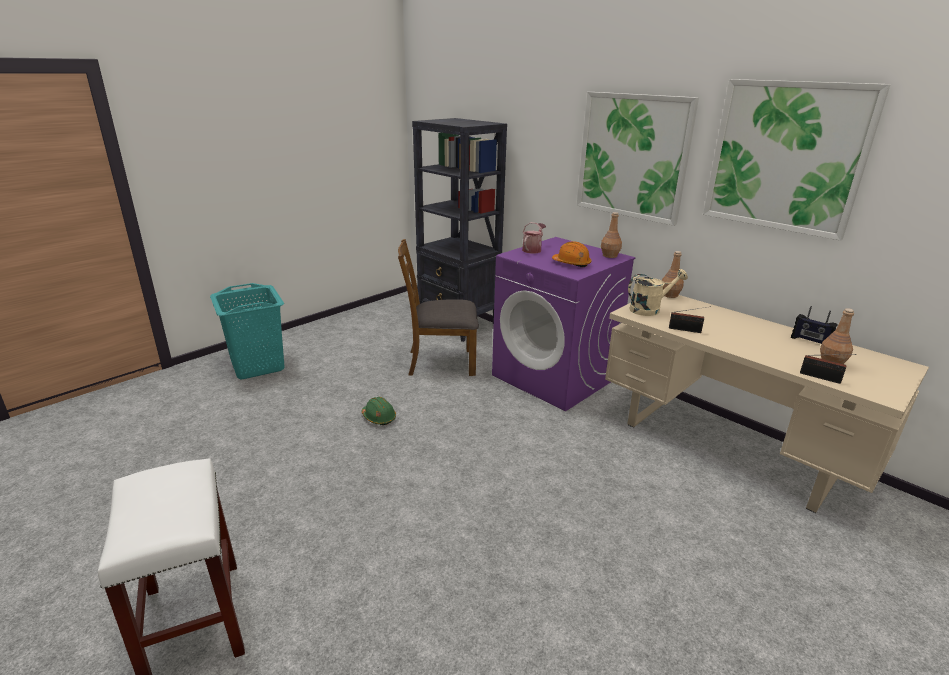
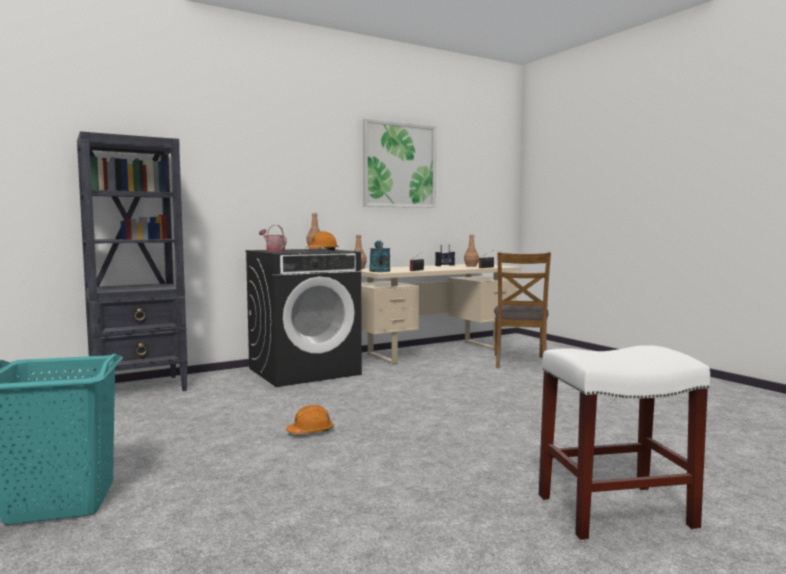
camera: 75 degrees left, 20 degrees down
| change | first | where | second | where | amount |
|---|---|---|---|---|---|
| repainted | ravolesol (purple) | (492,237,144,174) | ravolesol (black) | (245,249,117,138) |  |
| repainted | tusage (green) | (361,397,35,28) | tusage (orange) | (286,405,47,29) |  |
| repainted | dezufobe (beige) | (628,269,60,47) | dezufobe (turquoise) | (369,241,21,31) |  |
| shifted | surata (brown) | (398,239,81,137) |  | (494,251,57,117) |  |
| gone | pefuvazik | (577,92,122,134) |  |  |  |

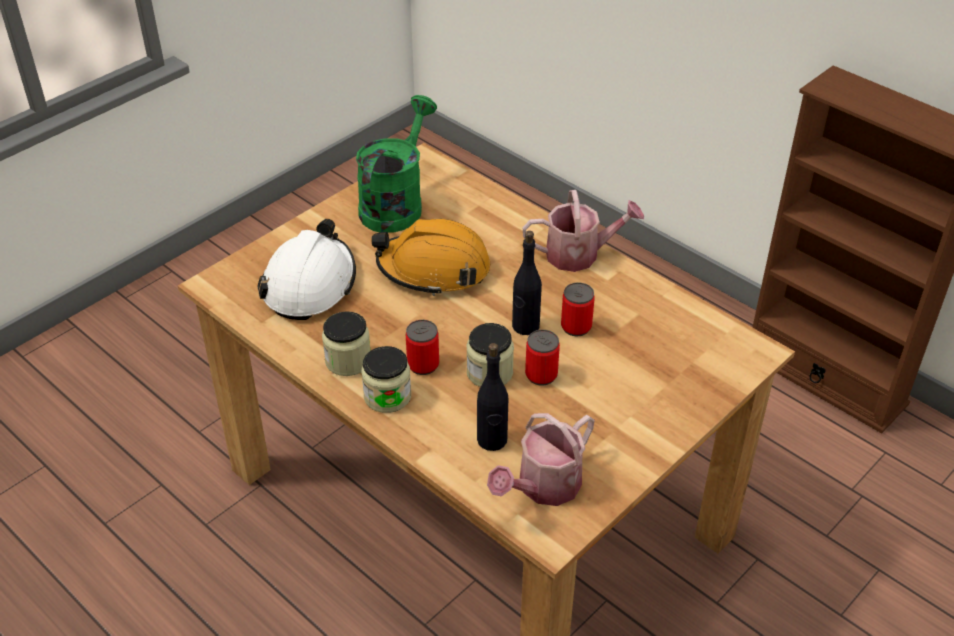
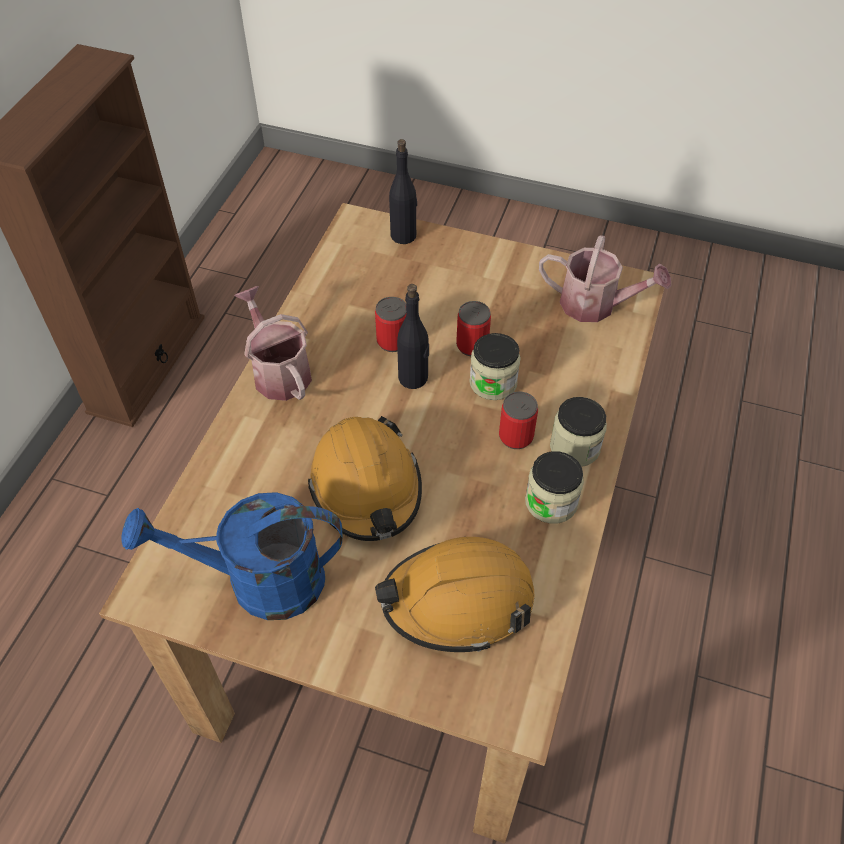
camera: 115 degrees left, 10 degrees up
| change | first | where | second | where | amount |
|---|---|---|---|---|---|
| repainted | dezufobe (green) | (356,95,81,138) | dezufobe (blue) | (121,492,222,128) |  |
| repainted | tusage (white) | (257,219,99,101) | tusage (orange) | (375,537,159,115) |  |
| shifted | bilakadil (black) | (477,343,31,108) |  | (389,139,28,105) |  |

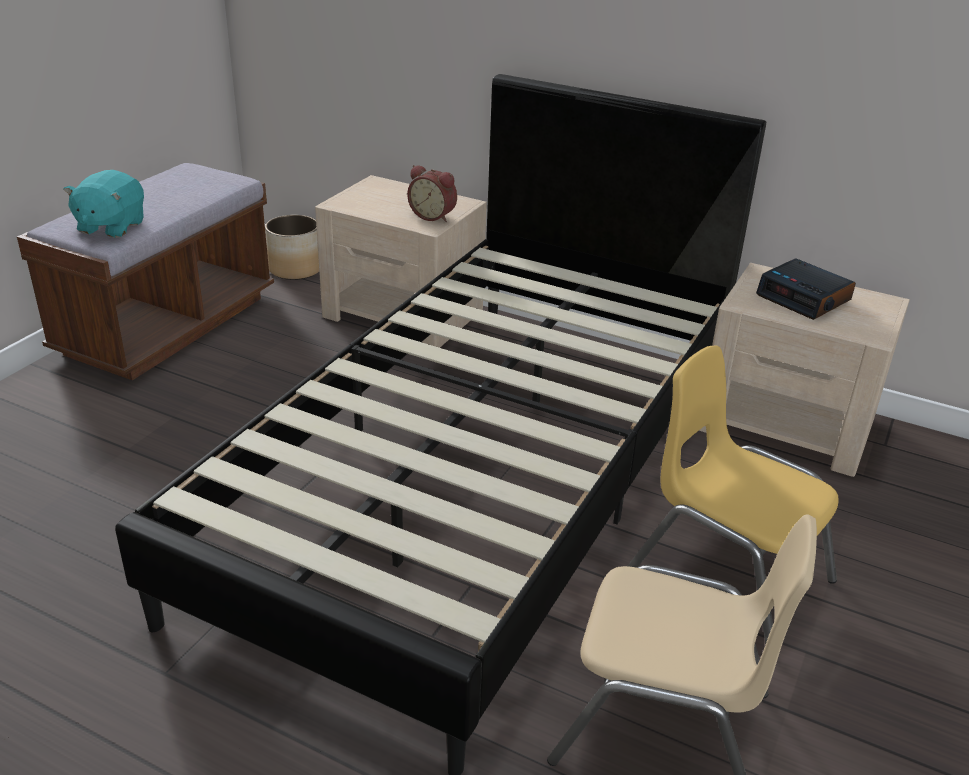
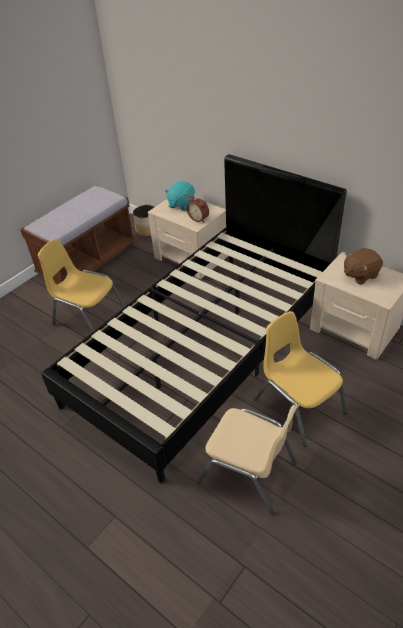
camera: 15 degrees right, 10 degrees up
| change | first | where | second | where | amount |
|---|---|---|---|---|---|
| new |  |  | surata (yellow) | (38,239,88,94) |  |
| shifted | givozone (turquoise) | (63,170,81,68) |  | (165,181,30,30) |  |
| swapped | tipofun | (756,259,100,61) | givozone (brown) | (344,248,39,37) |  |

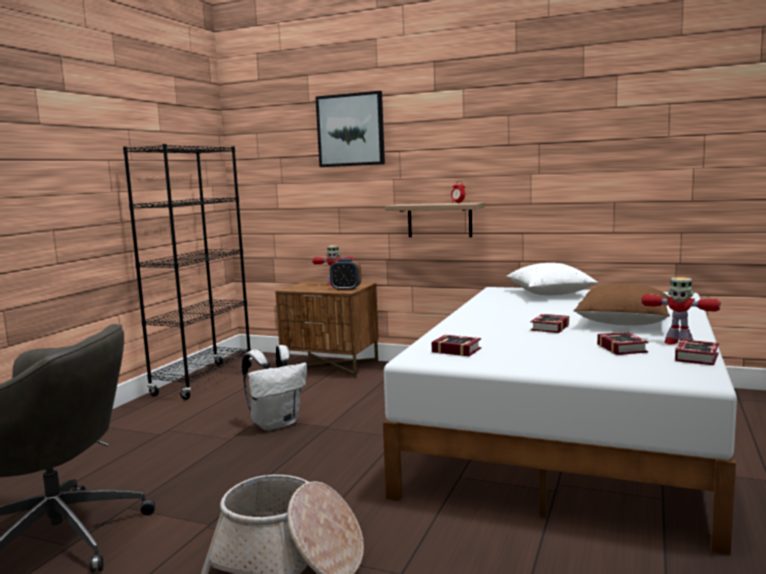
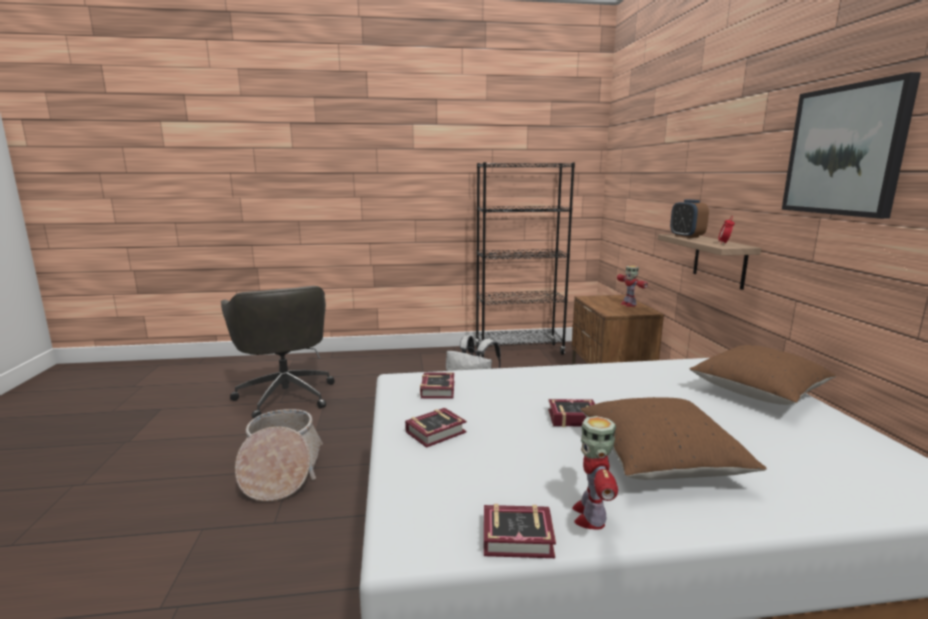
camera: 60 degrees right, 5 degrees up
| change | first | where | second | where | amount |
|---|---|---|---|---|---|
| shifted | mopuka | (597,332,52,23) |  | (405,408,62,40) |  |
| shifted | tipofun | (330,259,32,31) |  | (670,200,39,38) |  |
| repainted | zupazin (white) | (506,263,92,32) | zupazin (brown) | (690,345,146,60) |  |
| shifted | pefuvazik | (316,91,69,76) |  | (782,72,139,147) |  |

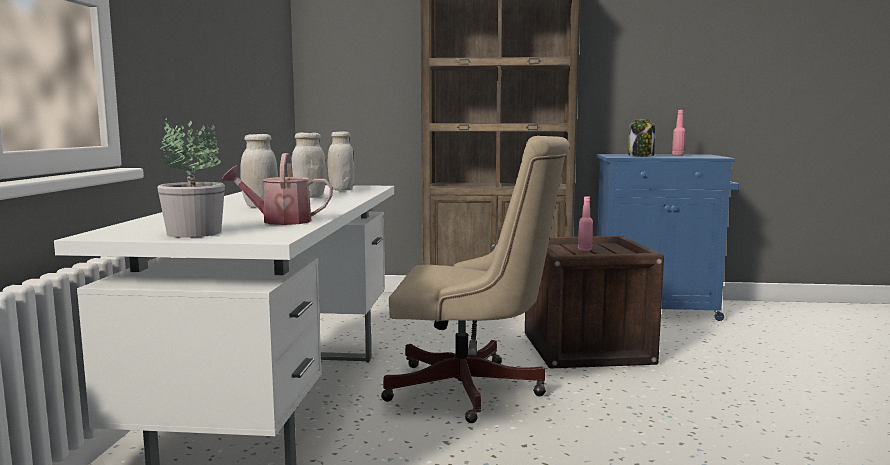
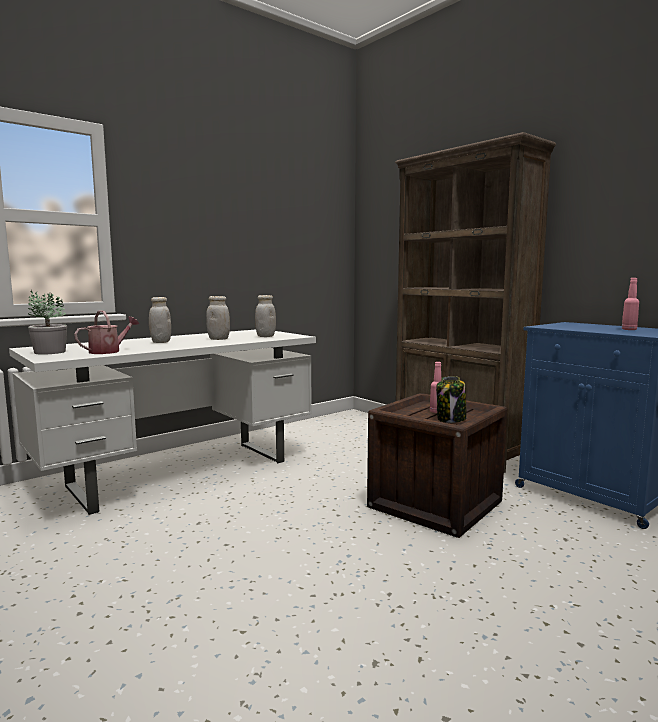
camera: 45 degrees right, 0 degrees up
| change | first | where | second | where | amount |
|---|---|---|---|---|---|
| rotated | dezufobe | (221,153,112,72) |  | (74,310,65,44) | 90 degrees clockwise |
| shifted | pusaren | (628,119,27,38) |  | (436,376,31,47) |  |
| gone | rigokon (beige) | (381,136,189,287) |  |  |  |

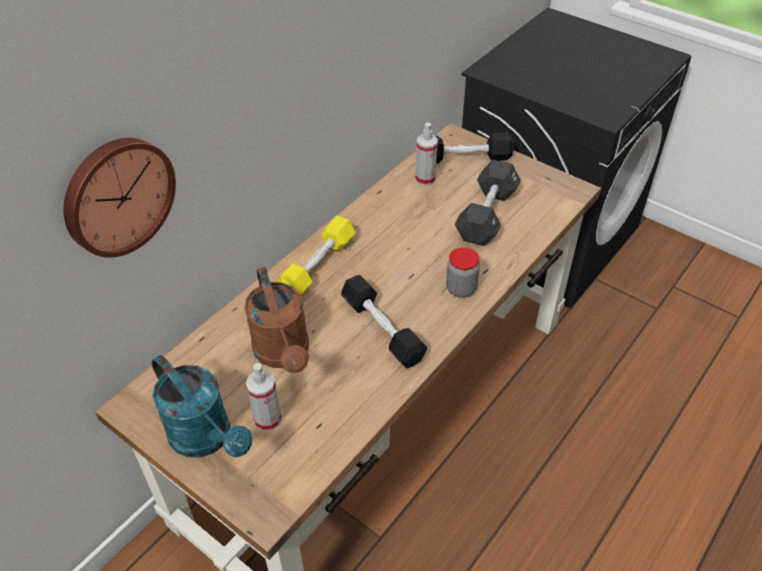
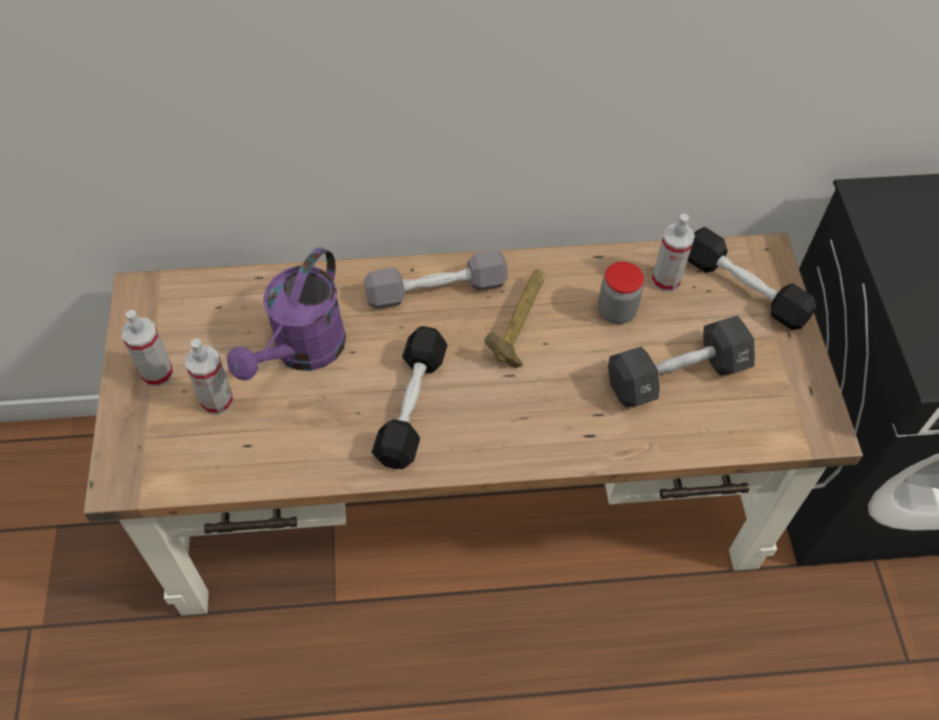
camera: 45 degrees right, 10 degrees up
| change | first | where | second | where | amount |
|---|---|---|---|---|---|
| swapped | dezufobe (turquoise) | (152,355,100,103) | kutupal | (122,310,52,77) |  |
| repainted | dezufobe (brown) | (244,267,65,106) | dezufobe (purple) | (227,247,119,134) |  |
| repainted | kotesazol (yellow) | (277,215,79,81) | kotesazol (grey) | (364,249,144,60) |  |
| new |  |  | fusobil | (484,269,62,99) |  |
| shifted | pusaren | (446,247,34,51) |  | (598,262,46,62) |  |
| gone | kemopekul | (63,138,113,120) |  |  |  |

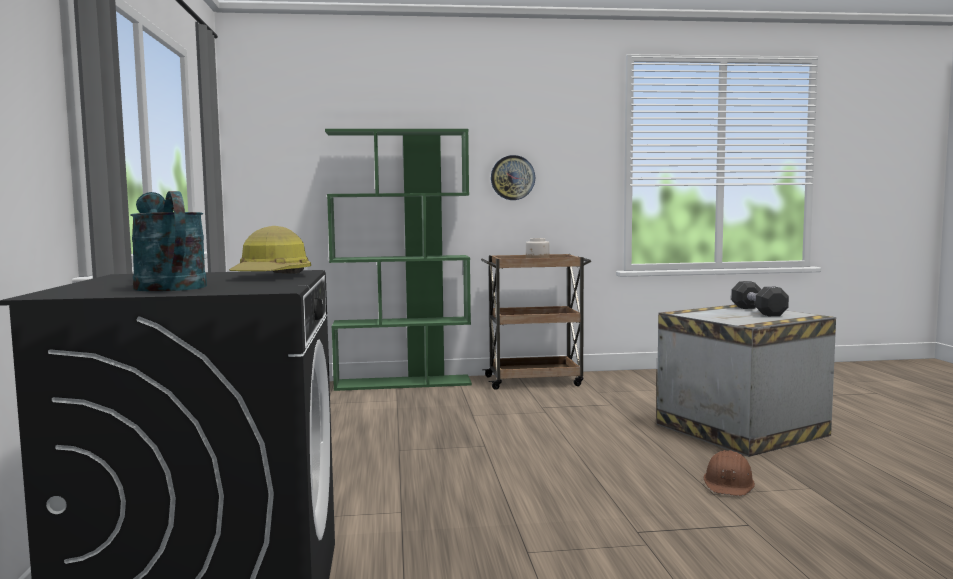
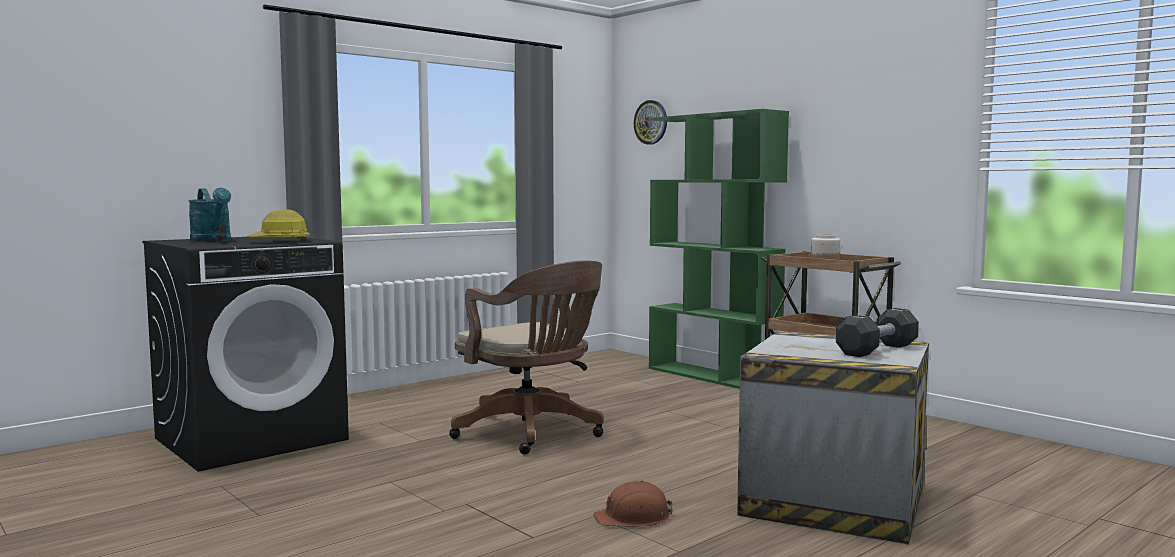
camera: 55 degrees right, 0 degrees up
| change | first | where | second | where | amount |
|---|---|---|---|---|---|
| rotated | dezufobe (turquoise) | (130,191,77,101) |  | (188,188,43,54) | 120 degrees clockwise |
| new |  |  | rigokon (brown) | (449,260,155,194) |  |
| shifted | kemopekul | (491,155,44,45) |  | (634,100,33,45) |  |

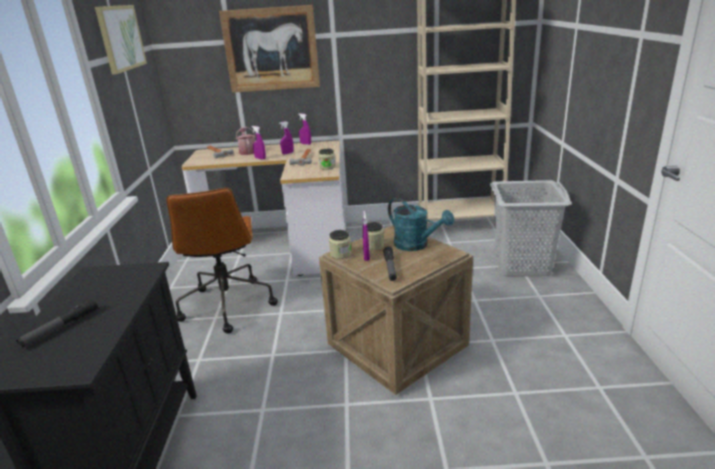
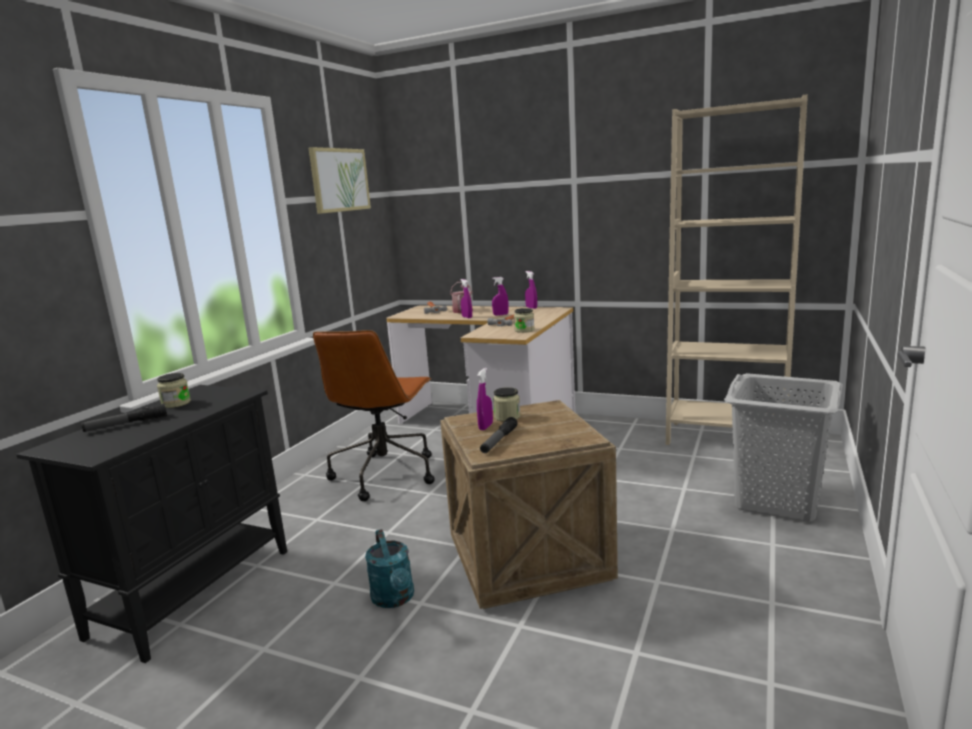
camera: 25 degrees right, 10 degrees down
| change | first | where | second | where | amount |
|---|---|---|---|---|---|
| shifted | pusaren | (329,230,22,29) |  | (157,373,34,35) |  |
| shifted | dezufobe (turquoise) | (388,198,66,53) |  | (365,529,49,79) |  |
| gone | pefuvazik | (219,5,101,88) |  |  |  |

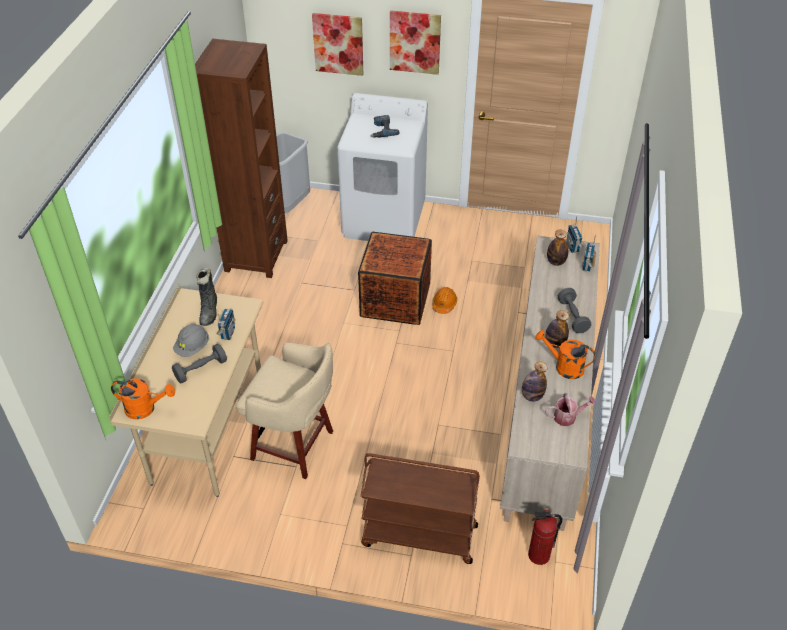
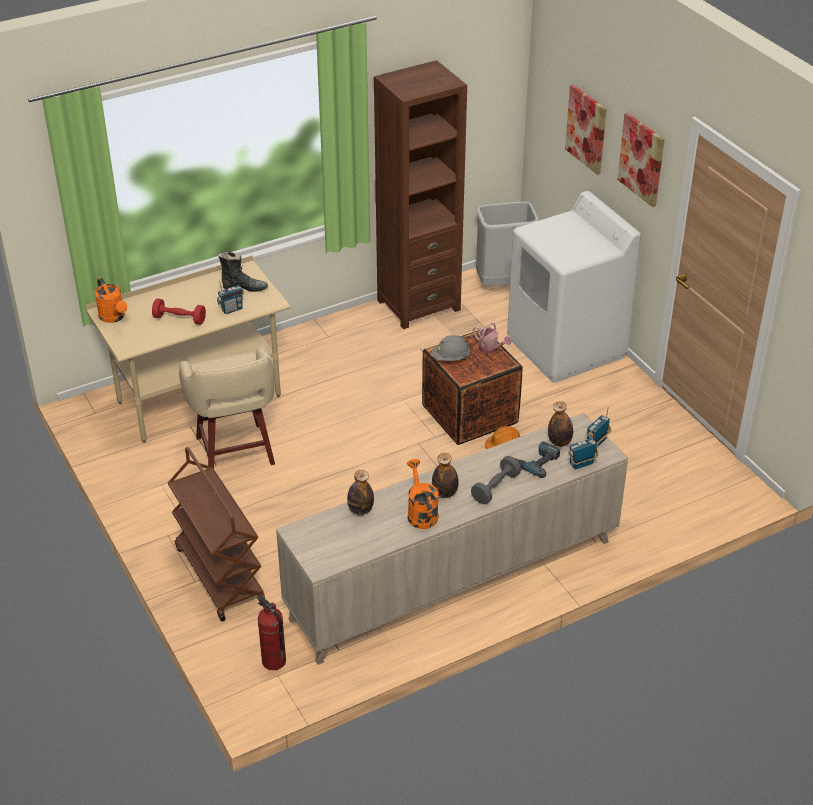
camera: 50 degrees right, 5 degrees down
| change | first | where | second | where | amount |
|---|---|---|---|---|---|
| repainted | kotesazol (grey) | (172,344,55,40) | kotesazol (red) | (152,299,54,26) |  |
| rotated | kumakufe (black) | (196,268,21,58) |  | (218,252,50,40) | 135 degrees counterclockwise |
| shifted | tusage (grey) | (173,324,36,33) |  | (432,335,38,26) |  |
| shifted | dezufobe | (545,393,51,33) |  | (473,323,38,31) |  |
| shifted | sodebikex | (370,115,30,23) |  | (515,442,45,36) |  |

